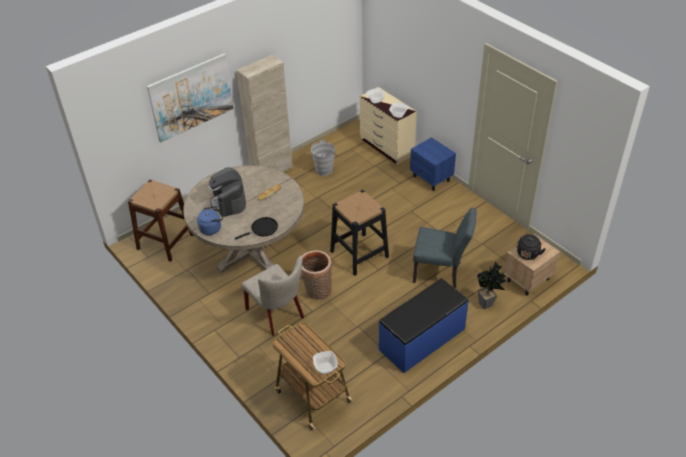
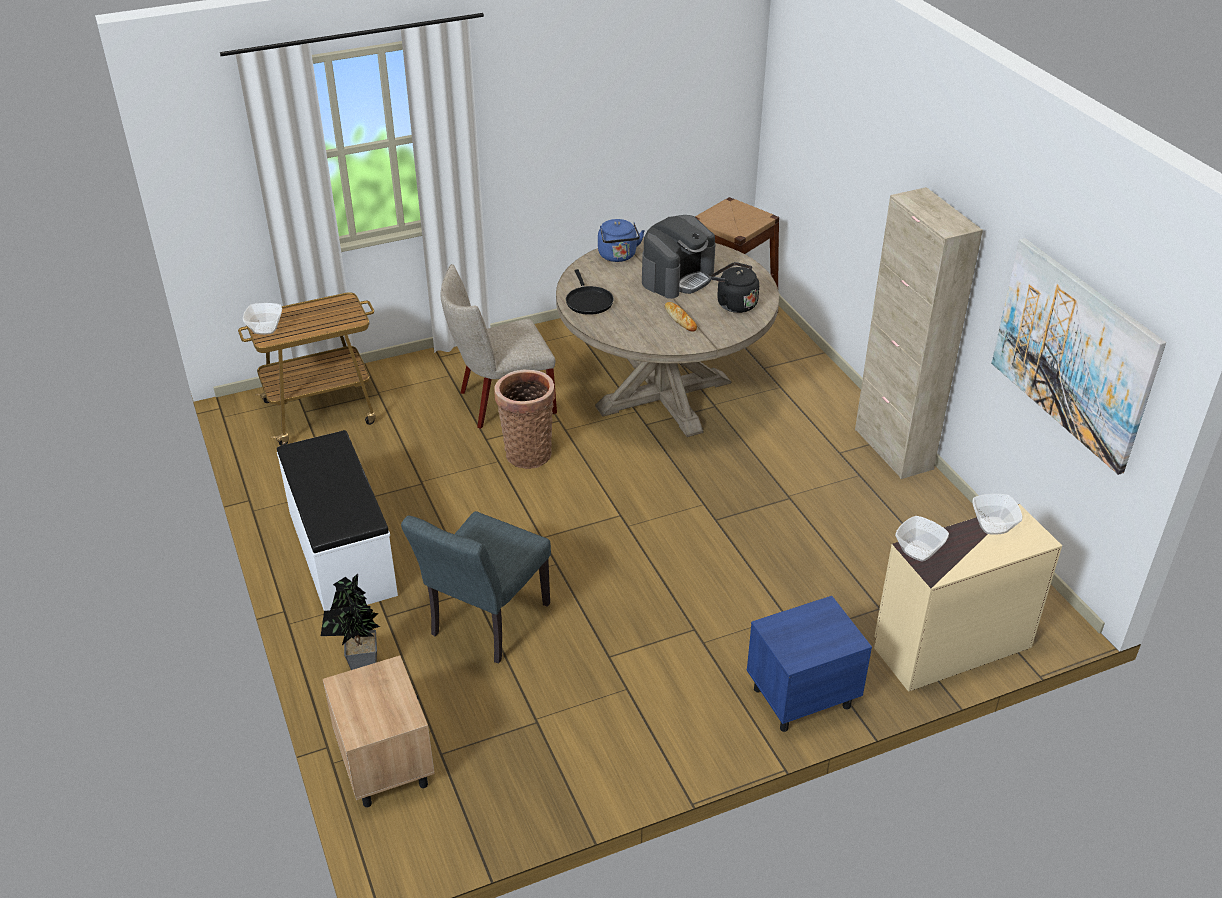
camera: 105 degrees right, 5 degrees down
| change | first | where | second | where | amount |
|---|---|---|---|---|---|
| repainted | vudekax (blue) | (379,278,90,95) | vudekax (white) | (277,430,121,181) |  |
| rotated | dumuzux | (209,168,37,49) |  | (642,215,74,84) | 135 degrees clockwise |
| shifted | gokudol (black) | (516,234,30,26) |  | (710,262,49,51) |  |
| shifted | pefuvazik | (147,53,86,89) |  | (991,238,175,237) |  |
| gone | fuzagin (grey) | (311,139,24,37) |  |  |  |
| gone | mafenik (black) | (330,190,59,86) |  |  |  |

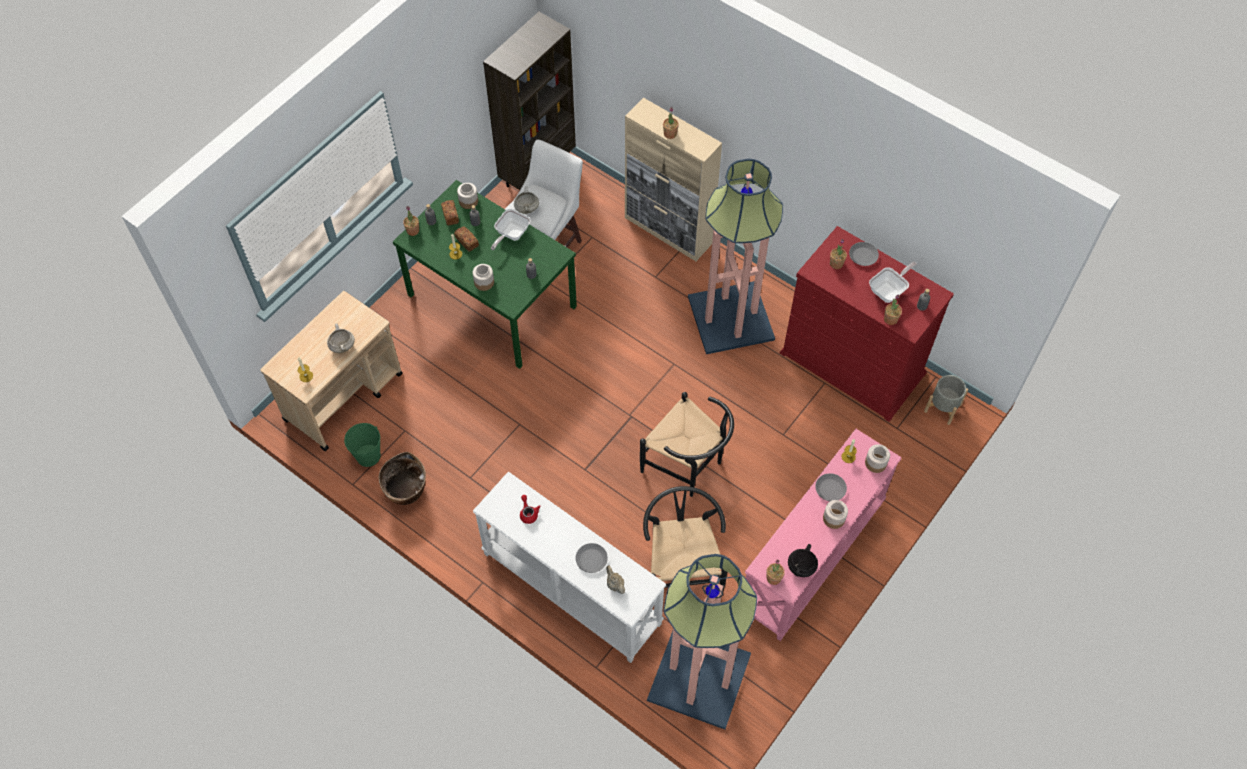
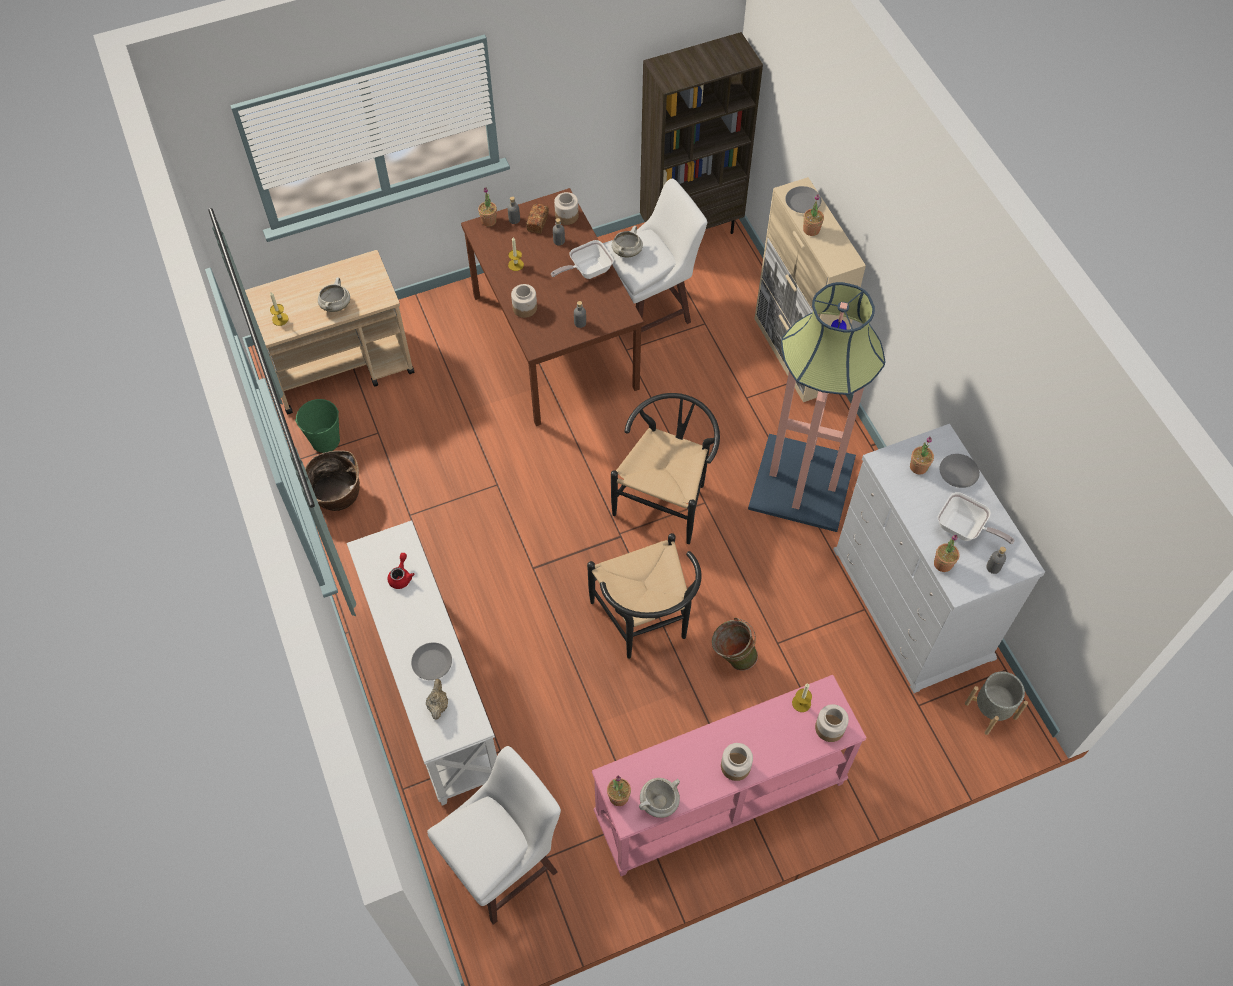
camera: 30 degrees right, 0 degrees up
| change | first | where | second | where | amount |
|---|---|---|---|---|---|
| swapped | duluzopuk | (647,554,110,175) | mafenik (white) | (427,746,134,179) |  |
| repainted | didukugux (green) | (393,180,184,189) | didukugux (brown) | (461,188,183,238) |  |
| shifted | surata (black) | (643,486,84,105) |  | (611,393,109,151) |  |
| repainted | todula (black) | (788,544,30,33) | todula (white) | (639,778,41,40) |  |
| new |  |  | fuzagin (green) | (712,618,46,53) |  |
| shifted | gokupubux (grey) | (815,473,32,28) |  | (785,186,36,27) |  |
| repainted | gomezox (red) | (780,226,174,196) | gomezox (white) | (833,424,212,269) |  |
| rotated | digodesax | (869,262,48,41) |  | (938,492,77,52) | 45 degrees clockwise |
| gone | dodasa | (454,226,25,26) |  |  |  |

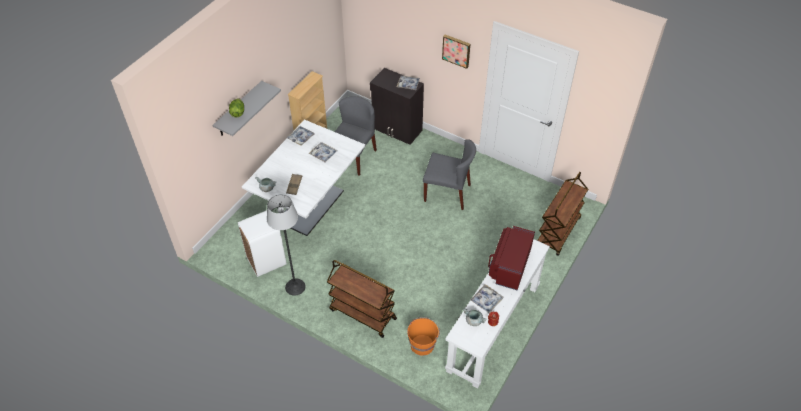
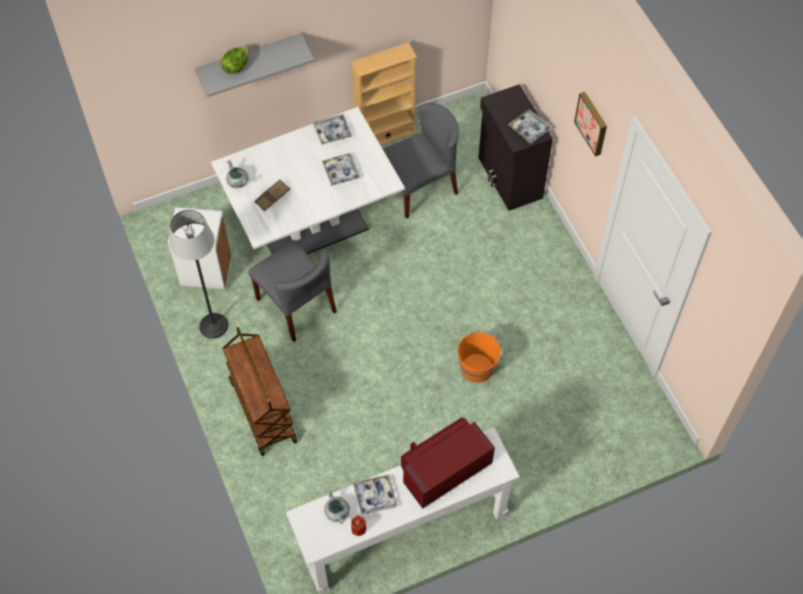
camera: 35 degrees right, 10 degrees up
| change | first | where | second | where | amount |
|---|---|---|---|---|---|
| shifted | surata (grey) | (423,139,53,71) |  | (248,240,89,102) |  |
| shifted | fuzagin (orange) | (407,317,33,39) |  | (458,331,45,52) |  |
| gone | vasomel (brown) | (537,172,51,84) |  |  |  |

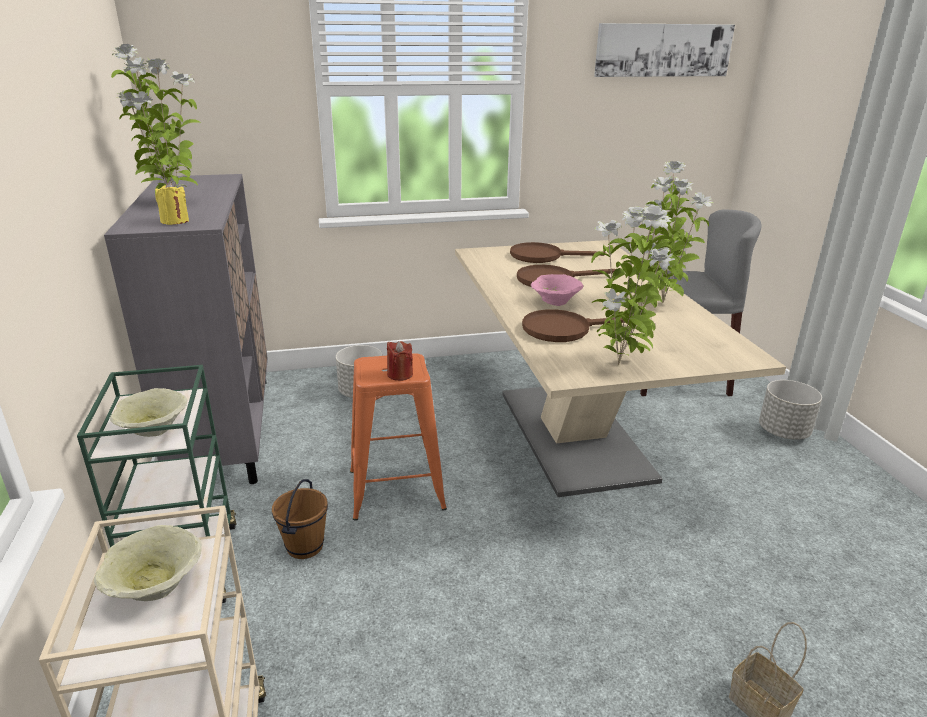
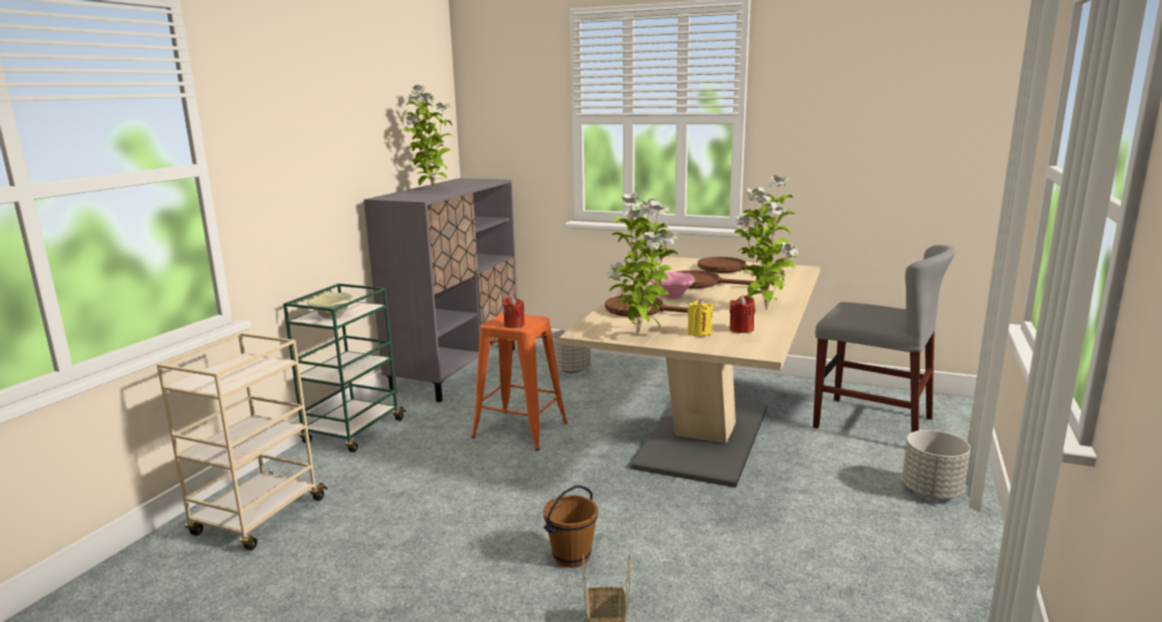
camera: 35 degrees right, 10 degrees down
| change | first | where | second | where | amount |
|---|---|---|---|---|---|
| shifted | fuzagin (brown) | (272,479,56,80) |  | (543,485,55,83) |  |
| shifted | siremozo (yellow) | (155,182,34,43) |  | (687,299,26,37) |  |
| new |  |  | siremozo (red) | (730,295,25,38) |  |
| gone | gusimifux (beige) | (94,525,108,76) |  |  |  |
| gone | pefuvazik | (594,23,141,54) |  |  |  |

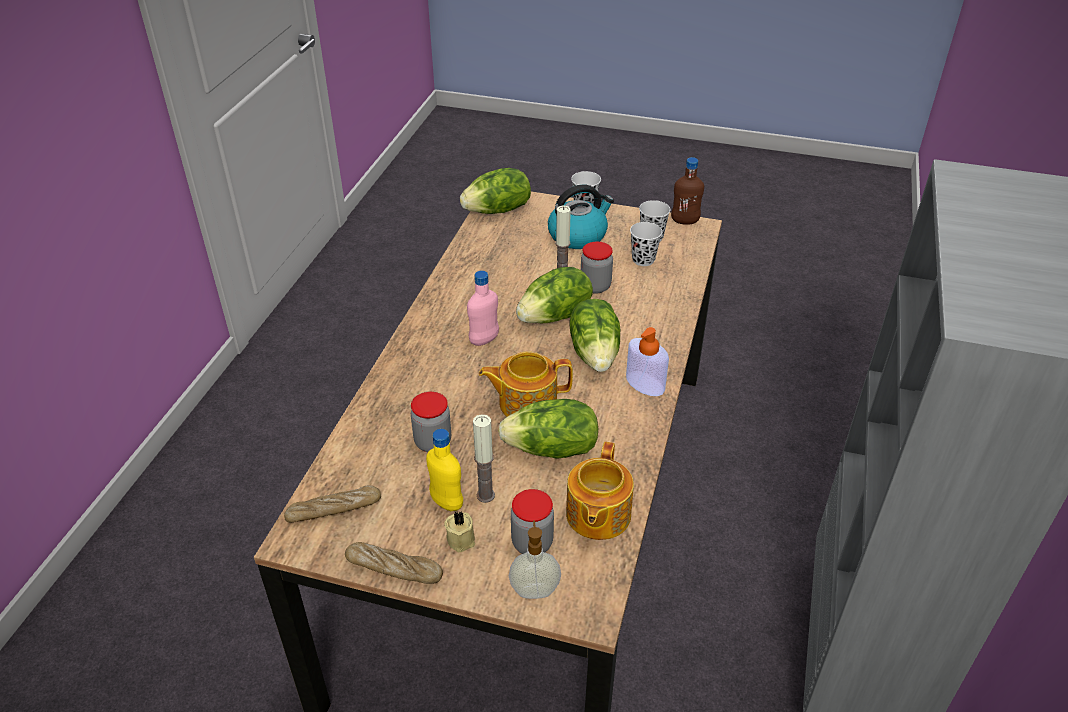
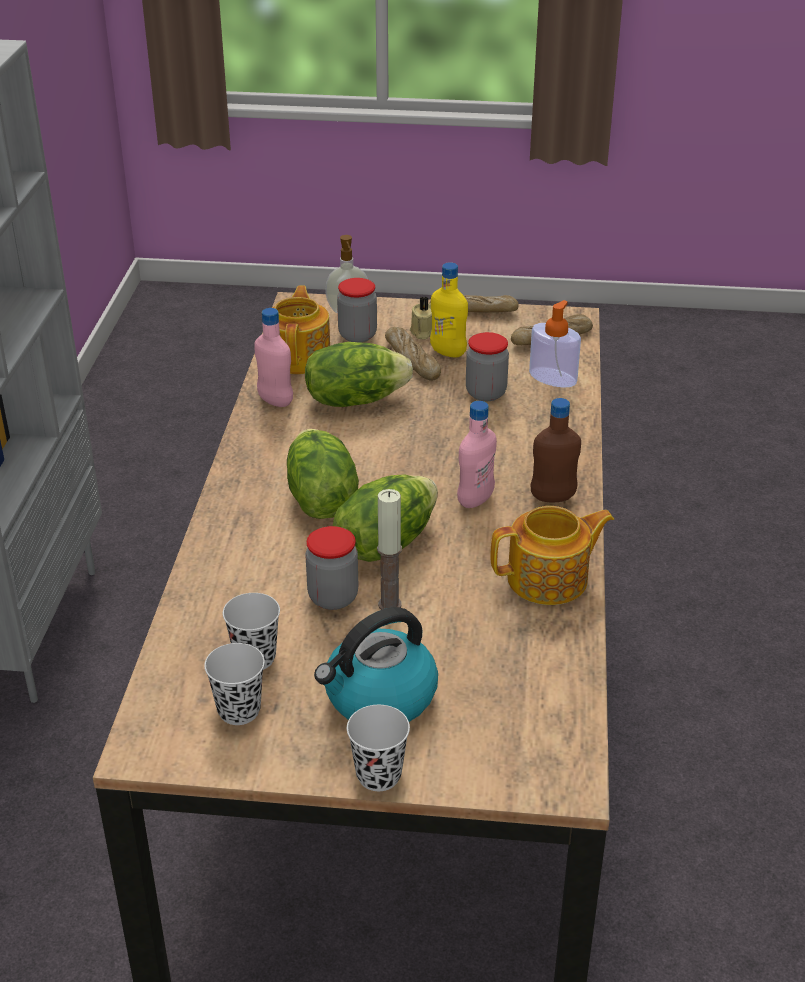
camera: 170 degrees right, 5 degrees down
| change | first | where | second | where | amount |
|---|---|---|---|---|---|
| new |  |  | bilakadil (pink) | (254,308,39,99) |  |
| swapped | siremozo | (473,414,22,89) | dodasa | (385,327,56,54) |  |
| shifted | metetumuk | (479,351,94,66) |  | (491,506,123,99) |  |
| shifted | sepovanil | (626,327,43,69) |  | (529,300,52,88) |  |
| shifted | bilakadil (brown) | (671,157,33,68) |  | (531,398,50,104) |  |
| gone | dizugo | (460,168,71,46) |  |  |  |

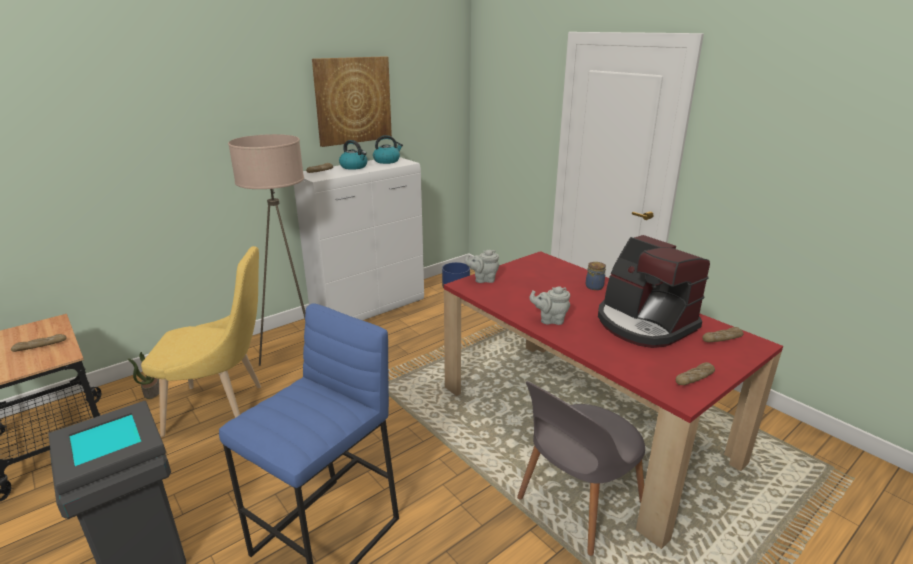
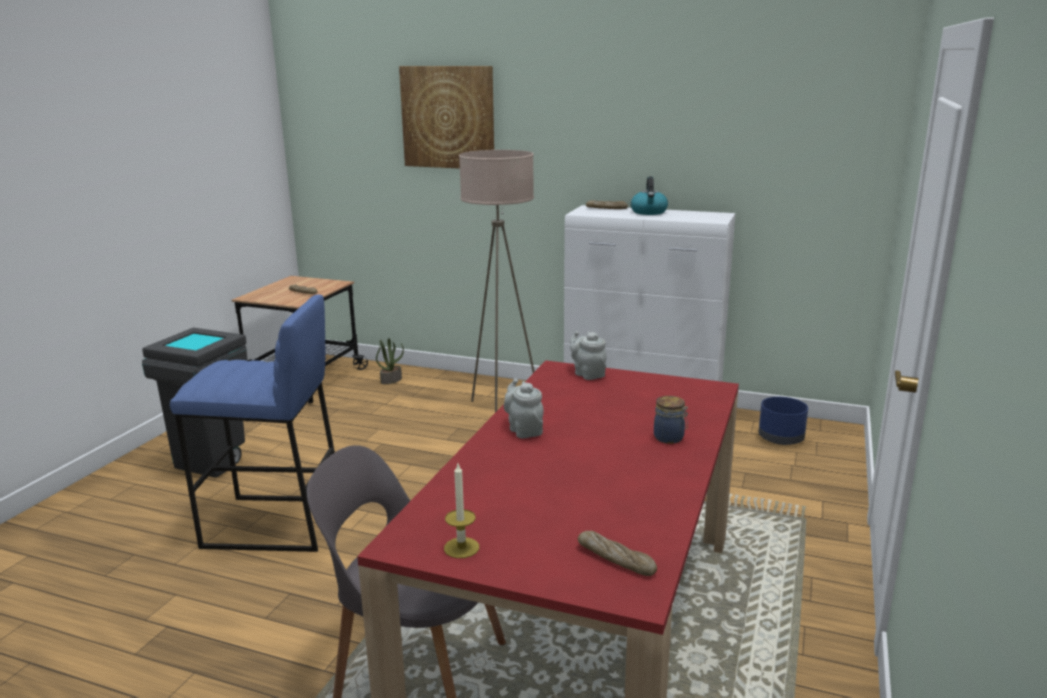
camera: 60 degrees right, 5 degrees down
| change | first | where | second | where | amount |
|---|---|---|---|---|---|
| shifted | pefuvazik | (312,56,80,91) |  | (399,66,95,103) |  |
| swapped | dodasa | (676,362,39,23) | siremozo | (444,464,35,94) |  |
| gone | surata (yellow) | (141,246,120,191) |  |  |  |
| gone | gokudol | (373,135,30,29) |  |  |  |
| gone | dumuzux | (598,235,112,113) |  |  |  |

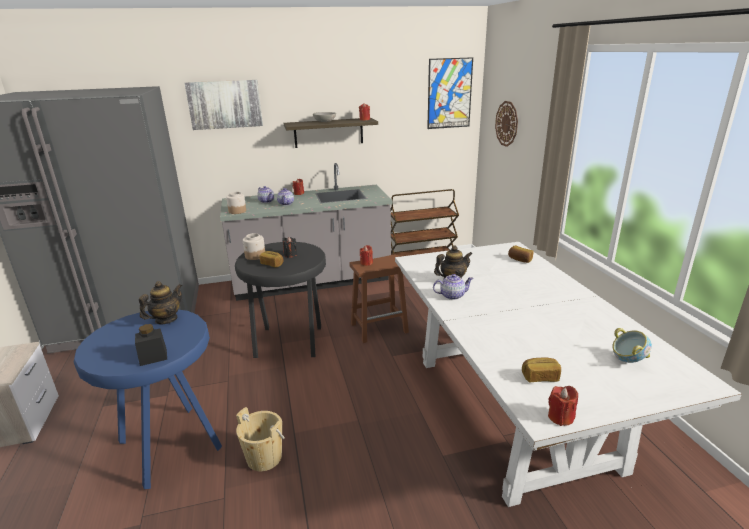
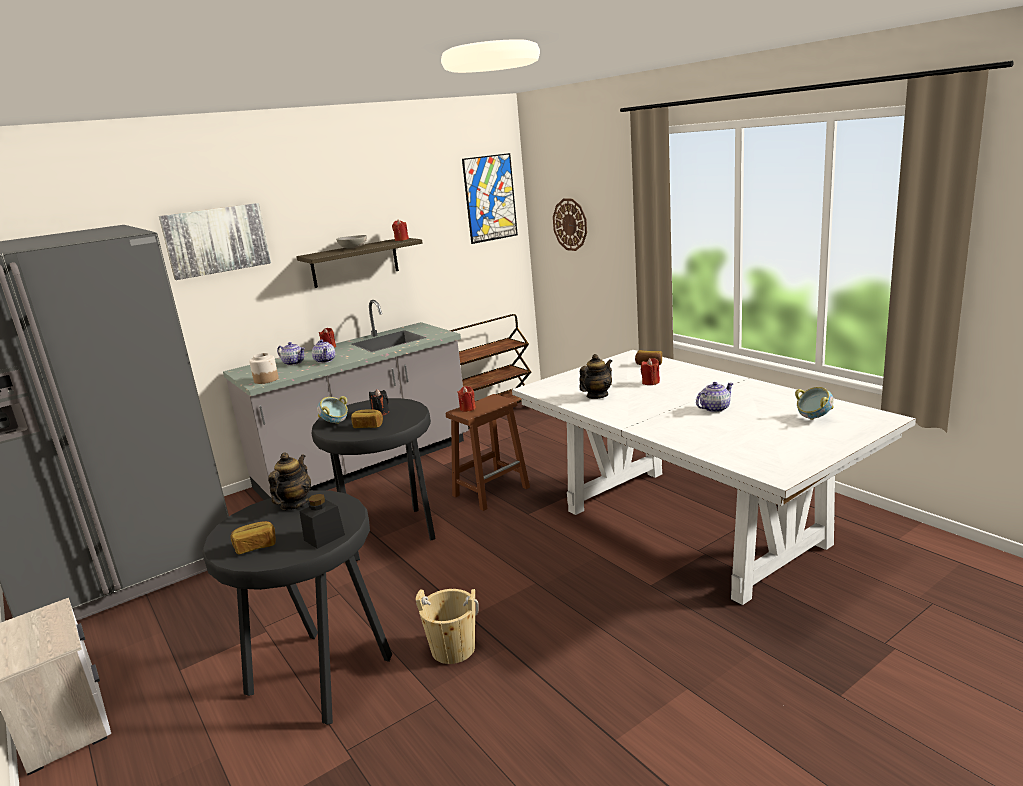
camera: 20 degrees left, 5 degrees down
| change | first | where | second | where | amount |
|---|---|---|---|---|---|
| repainted | mafenik (blue) | (74,309,148,180) | mafenik (black) | (202,490,190,235) |  |
| shifted | dodasa | (522,358,39,24) |  | (230,521,46,34) |  |
| swapped | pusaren | (243,233,22,27) | gusimifux | (317,396,31,28) |  |
| shifted | siremozo (red) | (548,386,30,40) |  | (641,358,19,27) |  |
| shifted | metetumuk | (433,274,41,26) |  | (696,382,38,31) |  |

